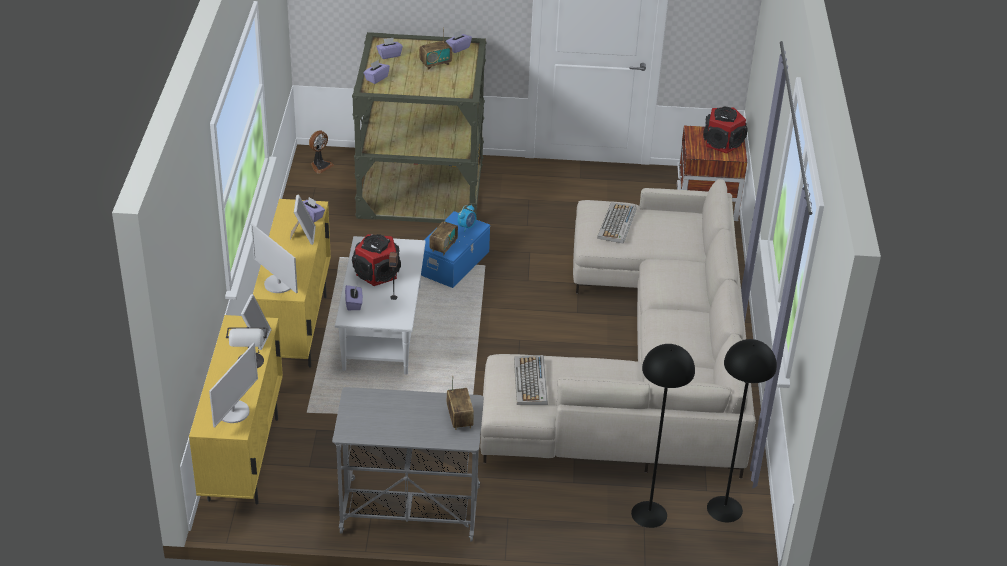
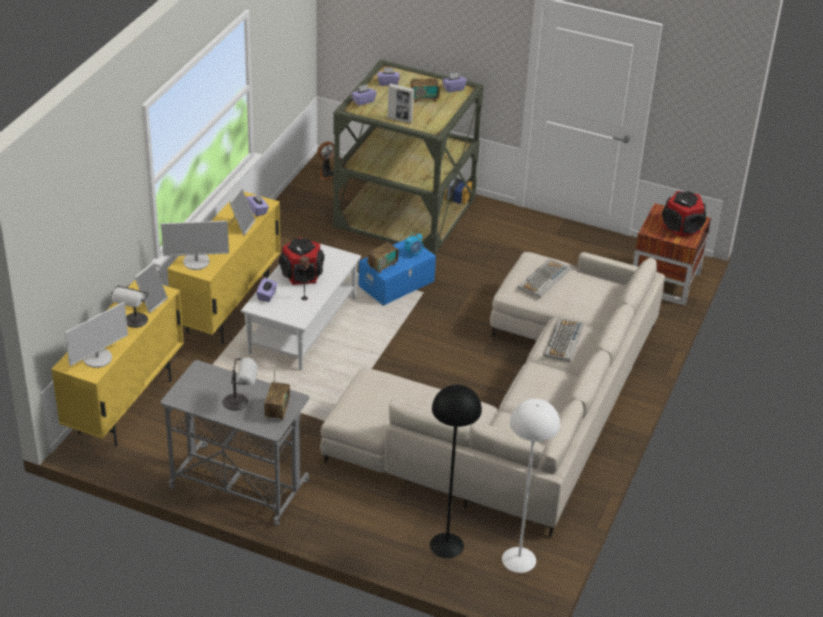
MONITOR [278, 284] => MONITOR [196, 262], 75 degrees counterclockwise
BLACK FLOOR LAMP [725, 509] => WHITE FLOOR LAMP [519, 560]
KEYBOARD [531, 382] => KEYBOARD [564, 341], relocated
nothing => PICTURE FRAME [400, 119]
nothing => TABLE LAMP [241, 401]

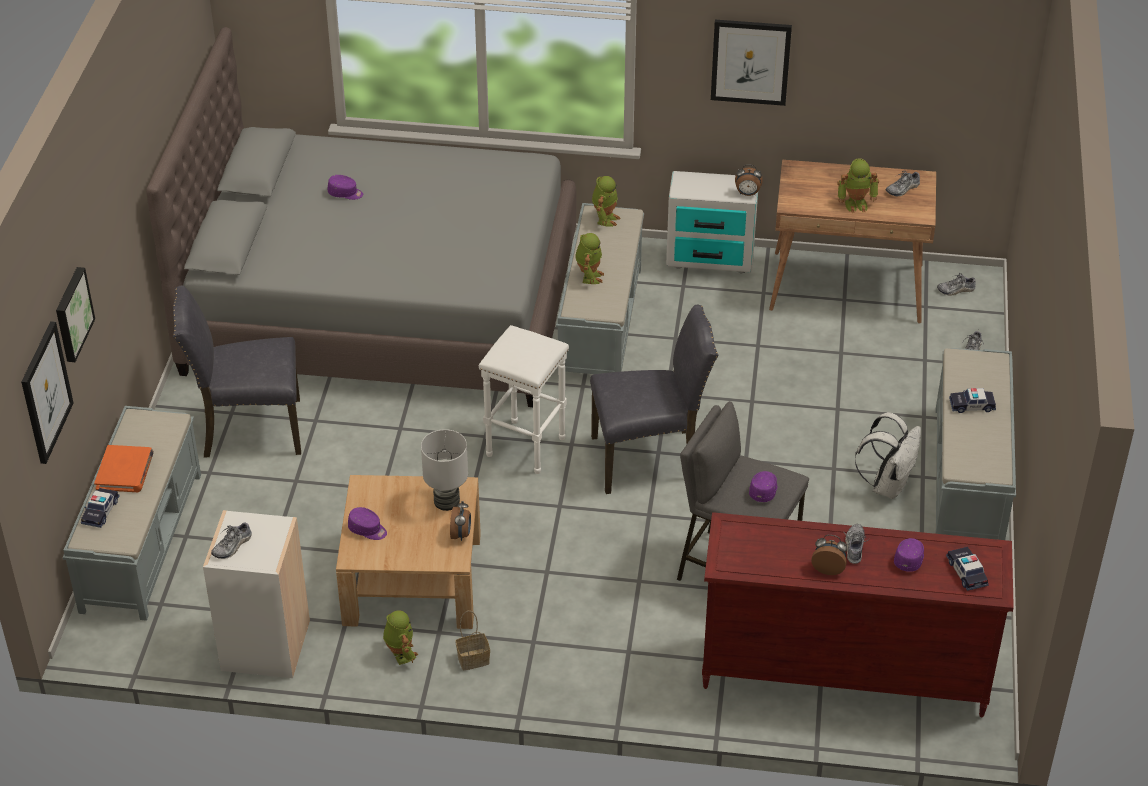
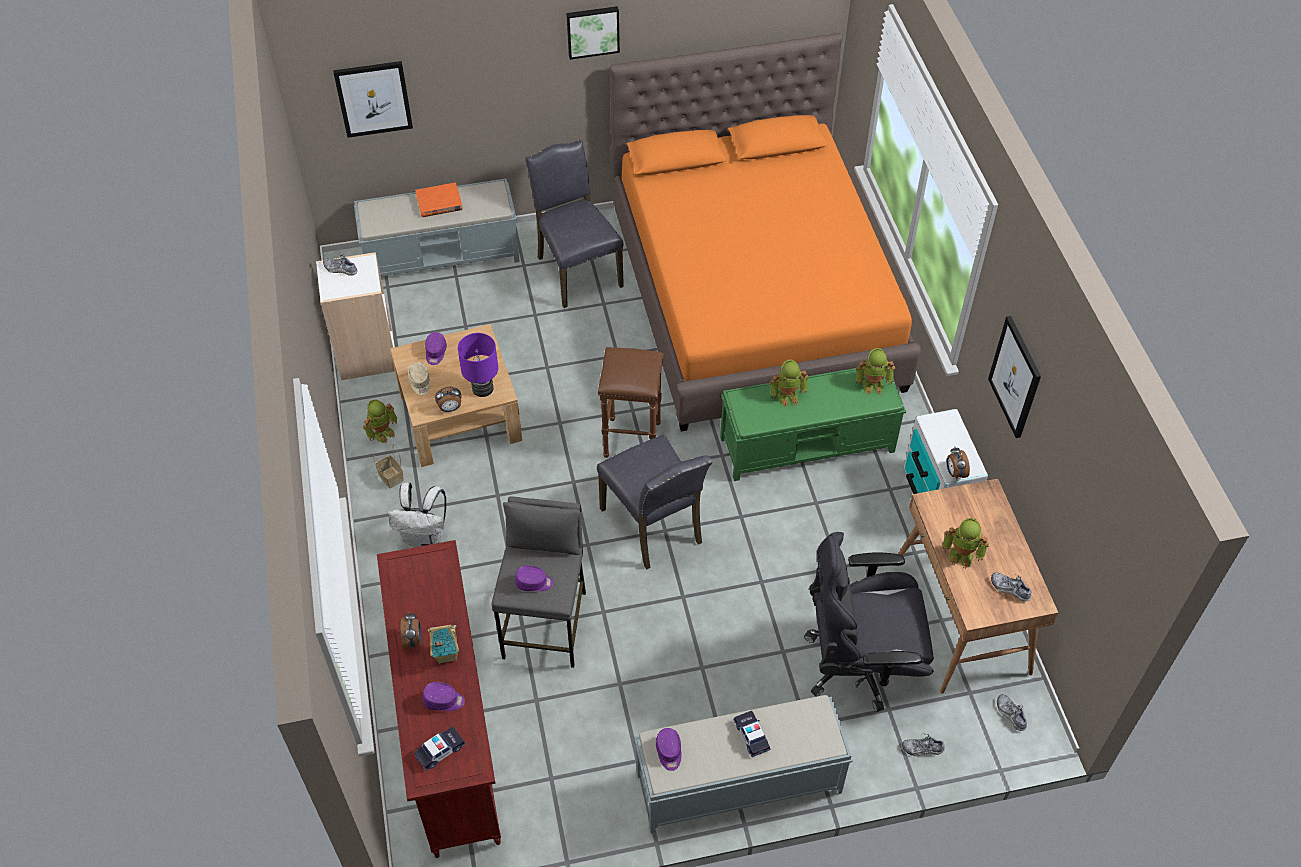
GREY BED [382, 304] => ORANGE BED [755, 297]
TOY ROBOT [856, 204] => TOY ROBOT [962, 555], 45 degrees counterclockwise
PURPLE CAP [345, 193] => PURPLE CAP [669, 752], relocated
GREY BENCH [600, 322] => GREEN BENCH [808, 444]
PICTURE [72, 314] => PICTURE [592, 31], relocated
WHITE STOOL [525, 445] => BROWN STOOL [633, 438]
WHITE BACKPACK [888, 485] => WHITE BACKPACK [425, 537], relocated
GREY TABLE LAMP [447, 501] => PURPLE TABLE LAMP [483, 389]
TOY CAR [100, 511] => nothing
SHOE [854, 547] => TOY HOUSE [445, 654]
nothing => BEIGE CAP [420, 382]
nothing => BLACK OFFICE CHAIR [862, 663]

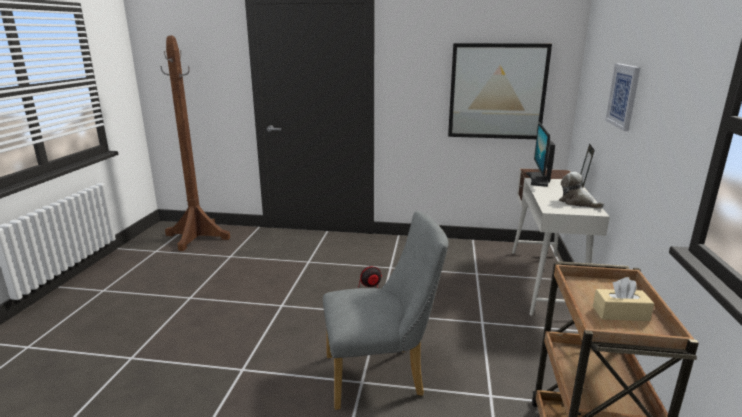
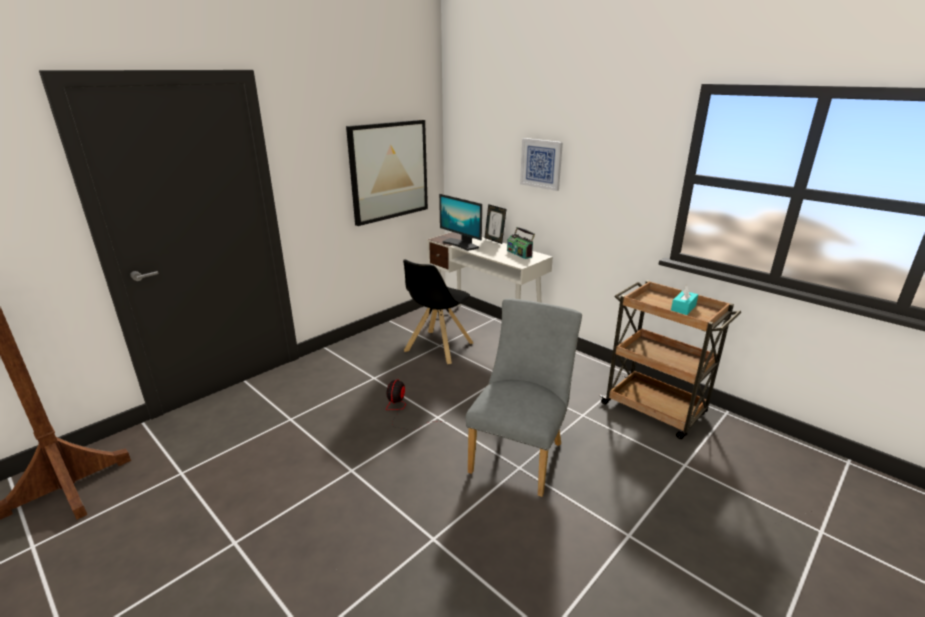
PLUSH TOY [577, 203] => RADIO [520, 253]
BEIGE TISSUE BOX [620, 313] => TURQUOISE TISSUE BOX [683, 308]
nothing => BLACK CHAIR [437, 347]

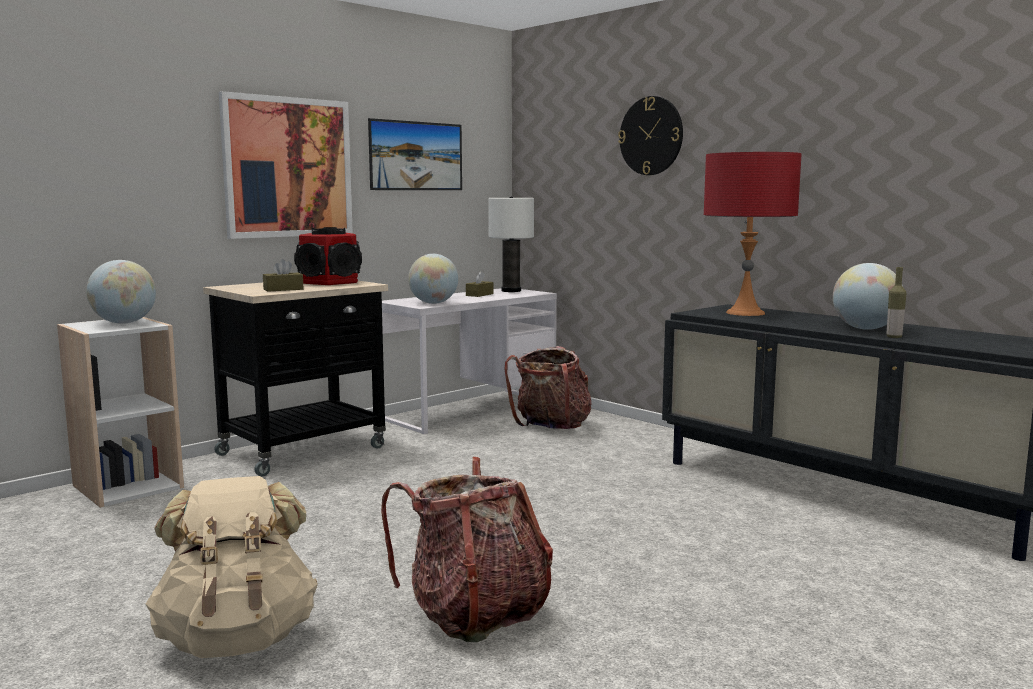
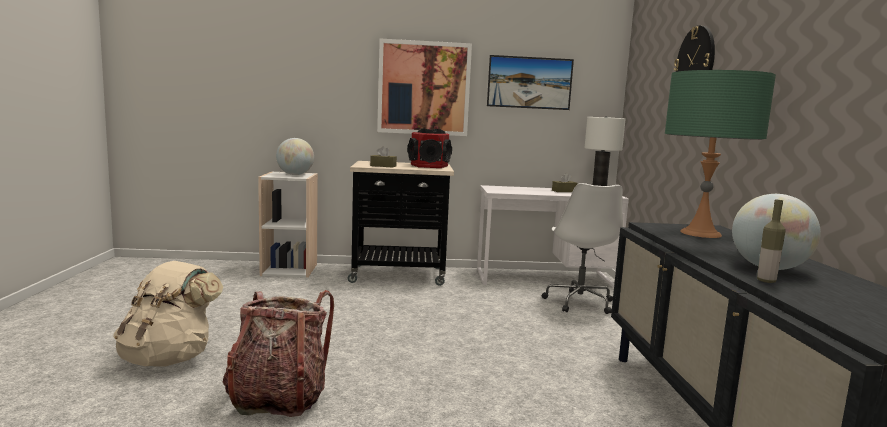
RED TABLE LAMP [745, 313] => GREEN TABLE LAMP [700, 233]
GLOBE [433, 303] => nothing
BACKPACK [551, 426] => WHITE OFFICE CHAIR [580, 303]

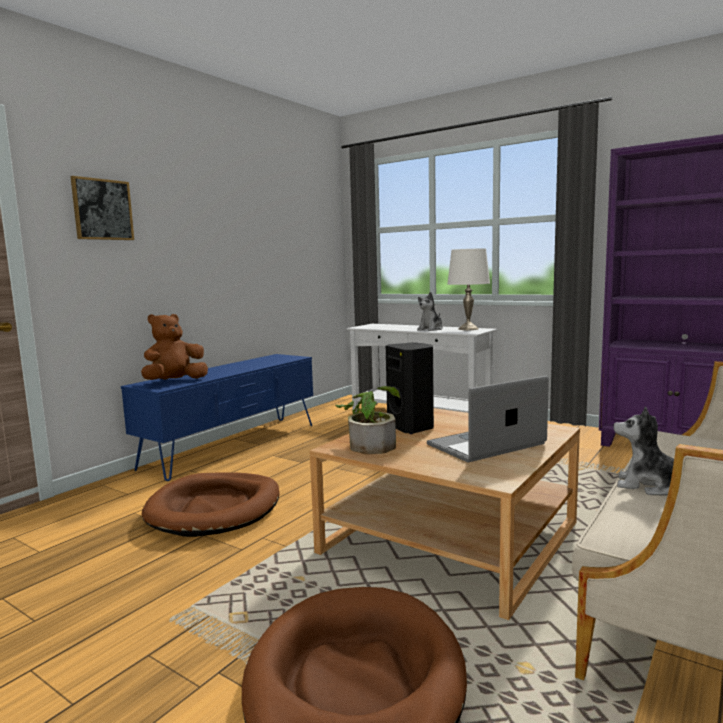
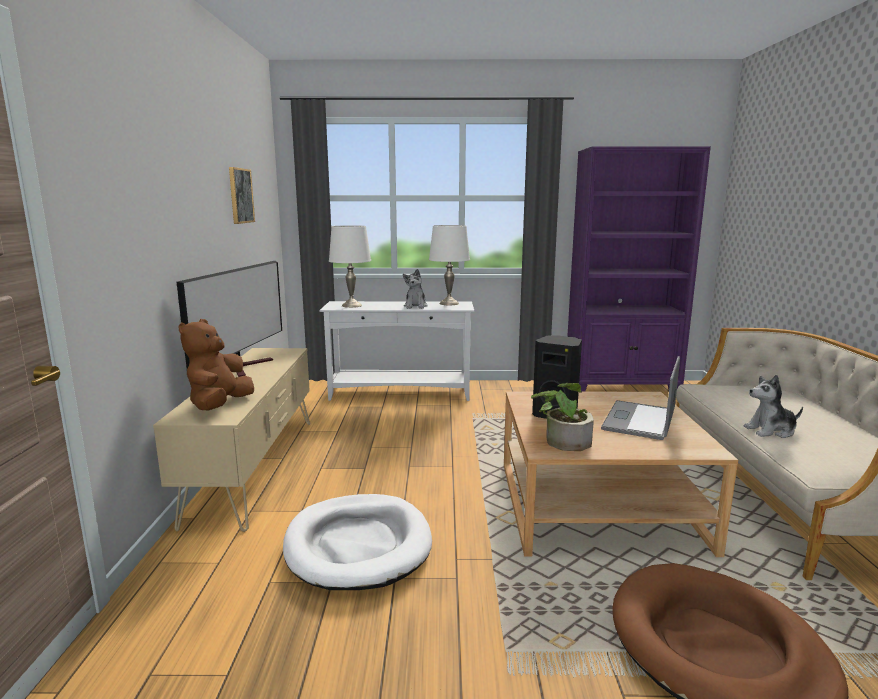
PICTURE [102, 209] => PICTURE [240, 195], relocated
BLUE TV STAND [234, 445] => BEIGE TV STAND [255, 467]
BROWN DOG BED [215, 508] => WHITE DOG BED [358, 545]
nothing => WHITE TABLE LAMP [352, 305]
nothing => TELEVISION [247, 367]

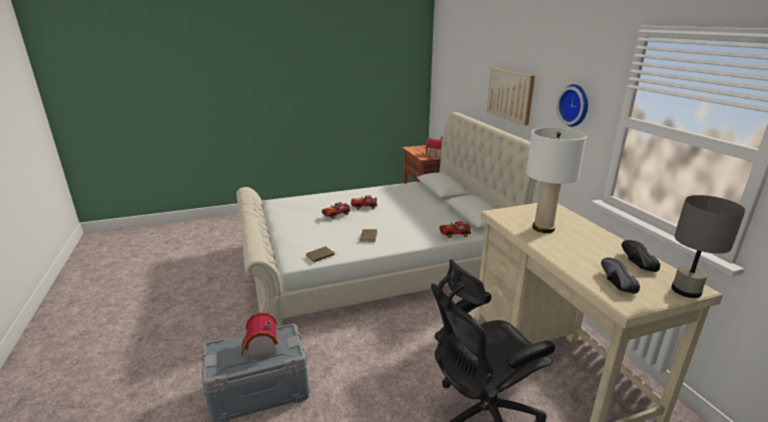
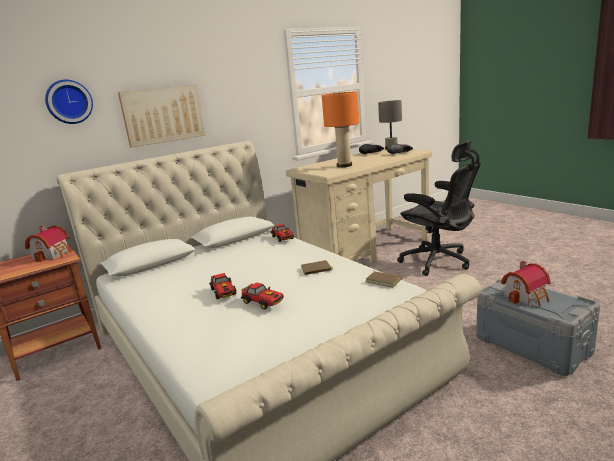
WALL CLOCK [575, 105] => WALL CLOCK [69, 102], relocated
WHITE TABLE LAMP [543, 228] => ORANGE TABLE LAMP [344, 165]

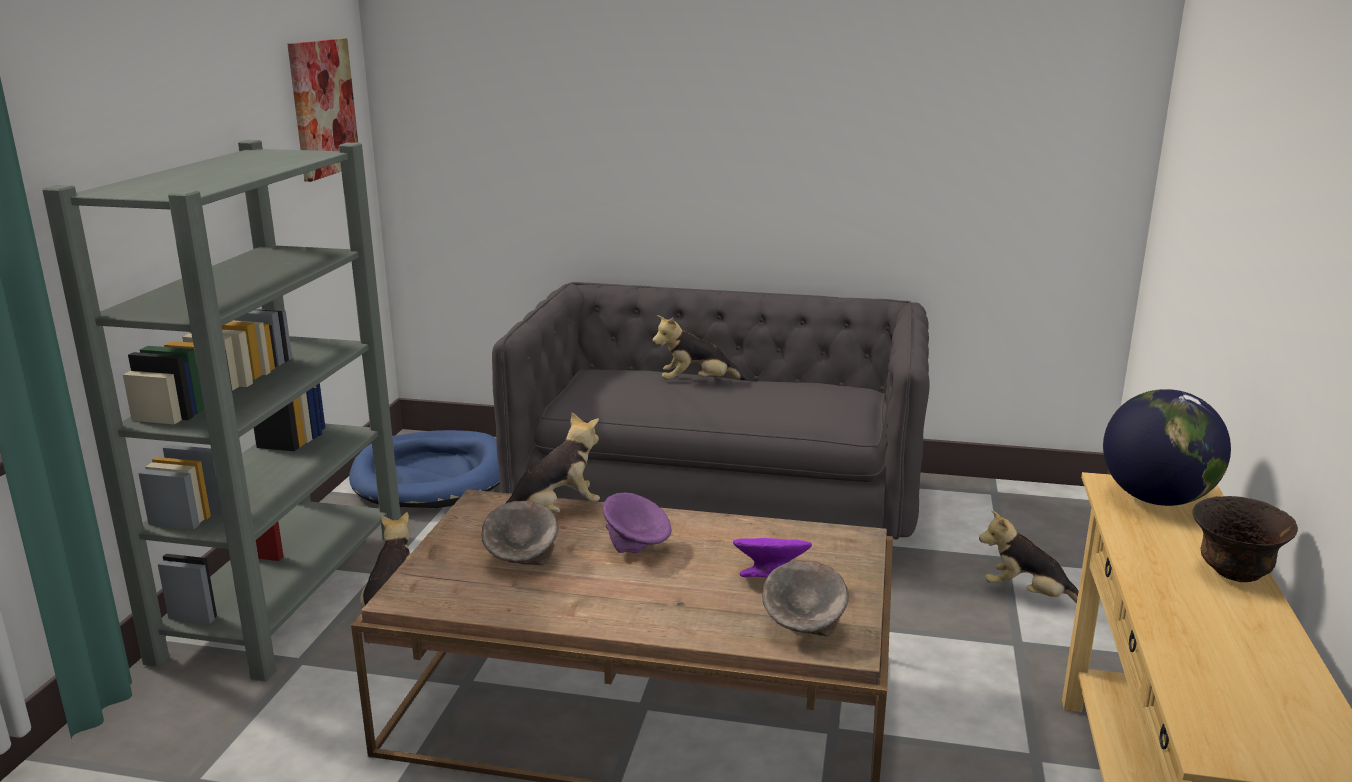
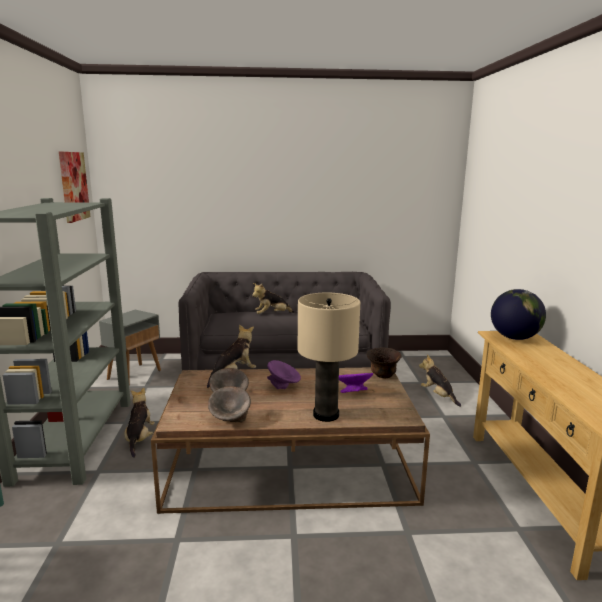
BLUE DOG BED [431, 476] => GREY SIDE TABLE [134, 374]
BROWN BOWL [1234, 574] => BROWN BOWL [383, 376], relocated
PLUSH TOY [1028, 595] => PLUSH TOY [438, 396], 45 degrees clockwise
GREY BOWL [804, 630] => GREY BOWL [230, 420], relocated
nothing => BEIGE TABLE LAMP [326, 414]

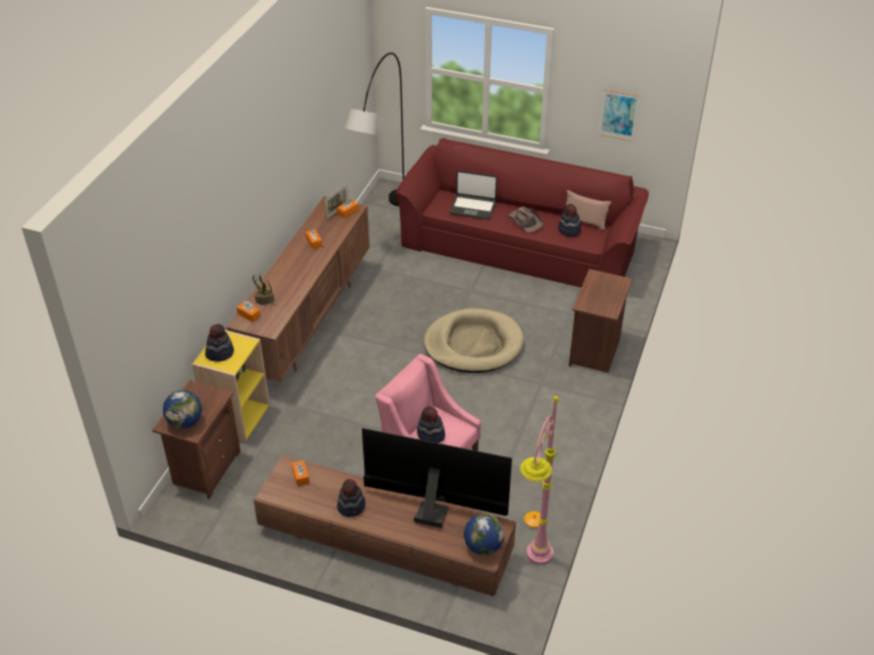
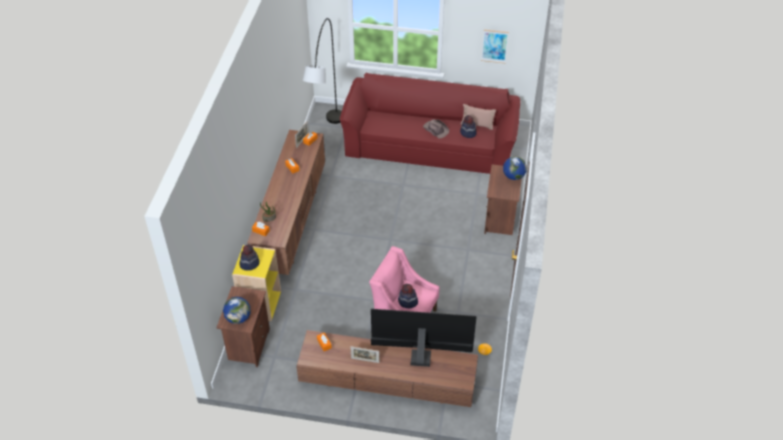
LAPTOP [473, 207] => nothing
BEIGE DOG BED [473, 345] => nothing
PINK FLOOR LAMP [532, 572] => nothing
HAT [351, 506] => PICTURE FRAME [365, 360]
GLOBE [483, 546] => GLOBE [513, 176], relocated

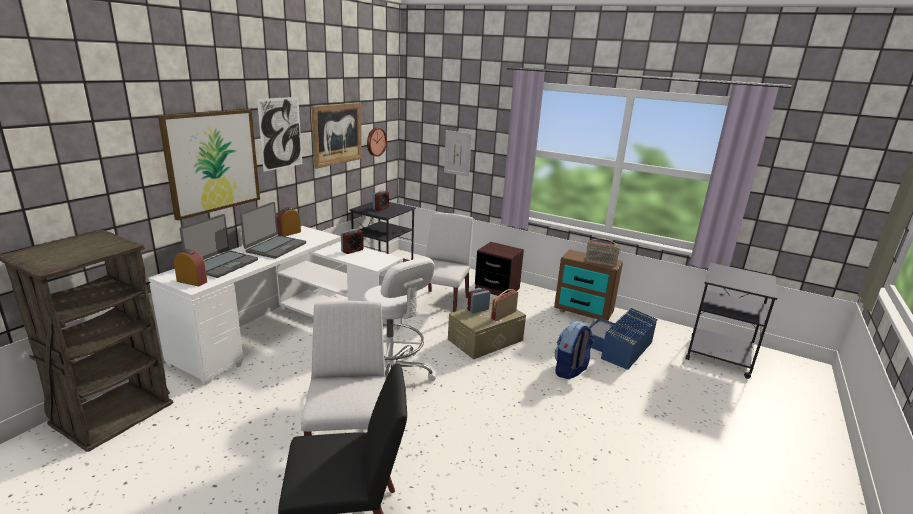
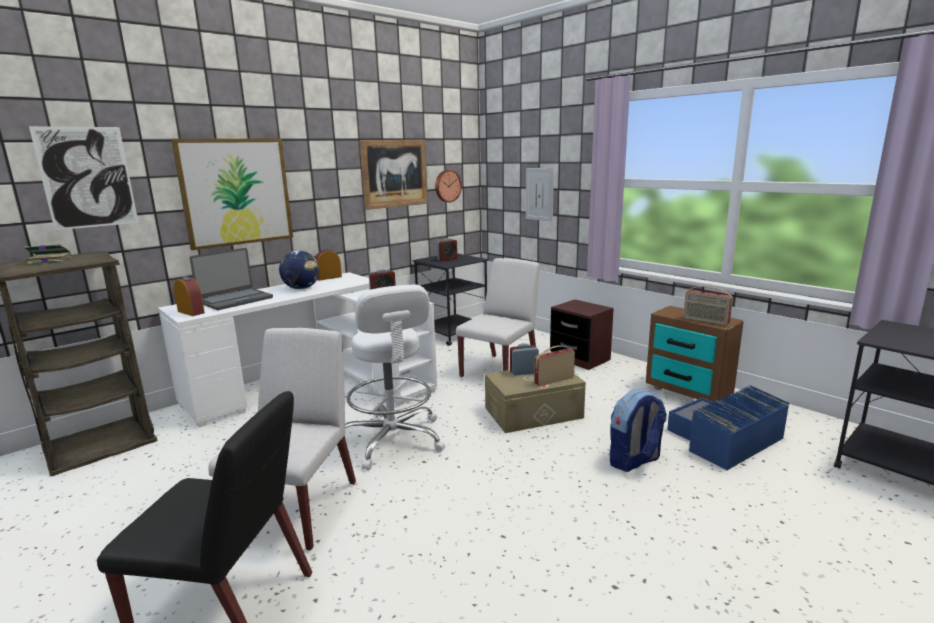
PICTURE [281, 133] => PICTURE [87, 177], relocated
LAPTOP [275, 247] => GLOBE [301, 288]
nothing => BOOK [49, 260]

